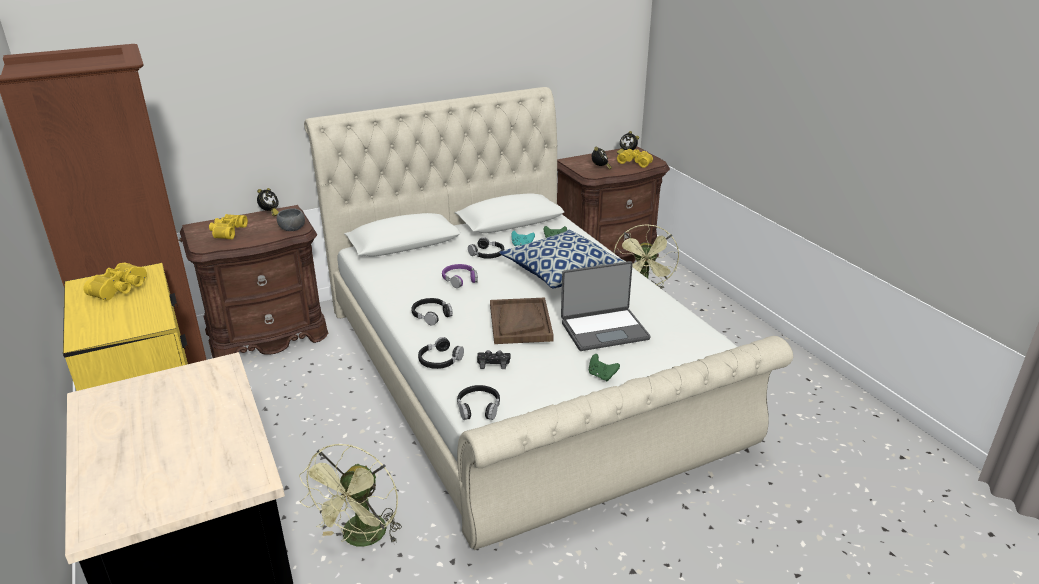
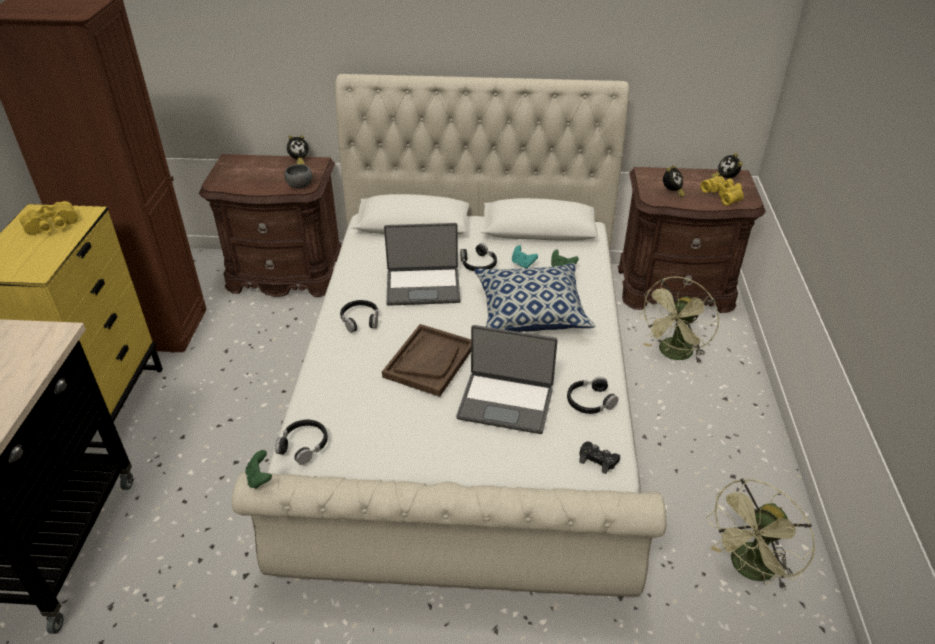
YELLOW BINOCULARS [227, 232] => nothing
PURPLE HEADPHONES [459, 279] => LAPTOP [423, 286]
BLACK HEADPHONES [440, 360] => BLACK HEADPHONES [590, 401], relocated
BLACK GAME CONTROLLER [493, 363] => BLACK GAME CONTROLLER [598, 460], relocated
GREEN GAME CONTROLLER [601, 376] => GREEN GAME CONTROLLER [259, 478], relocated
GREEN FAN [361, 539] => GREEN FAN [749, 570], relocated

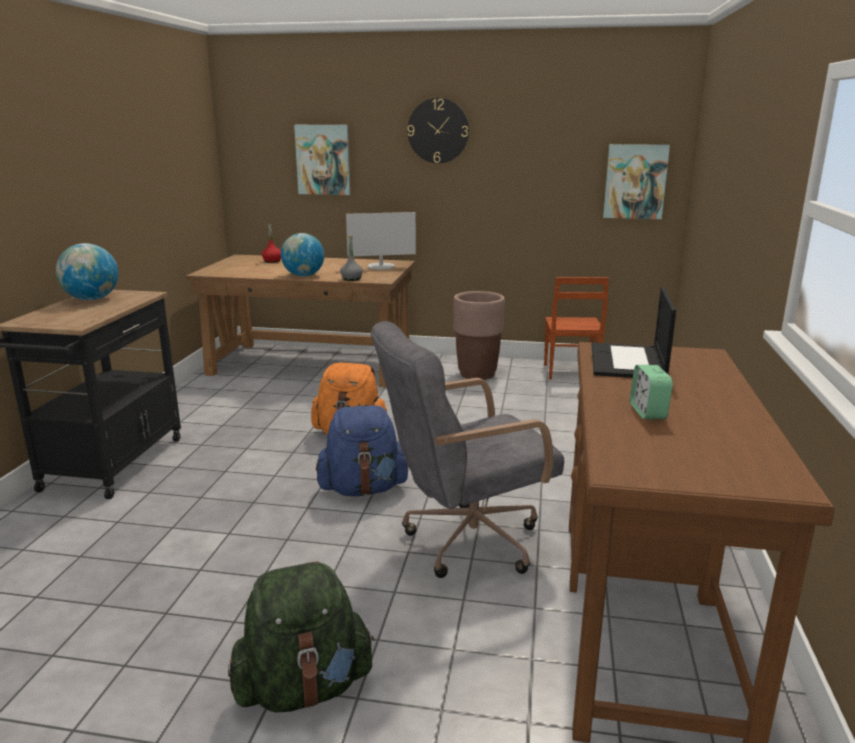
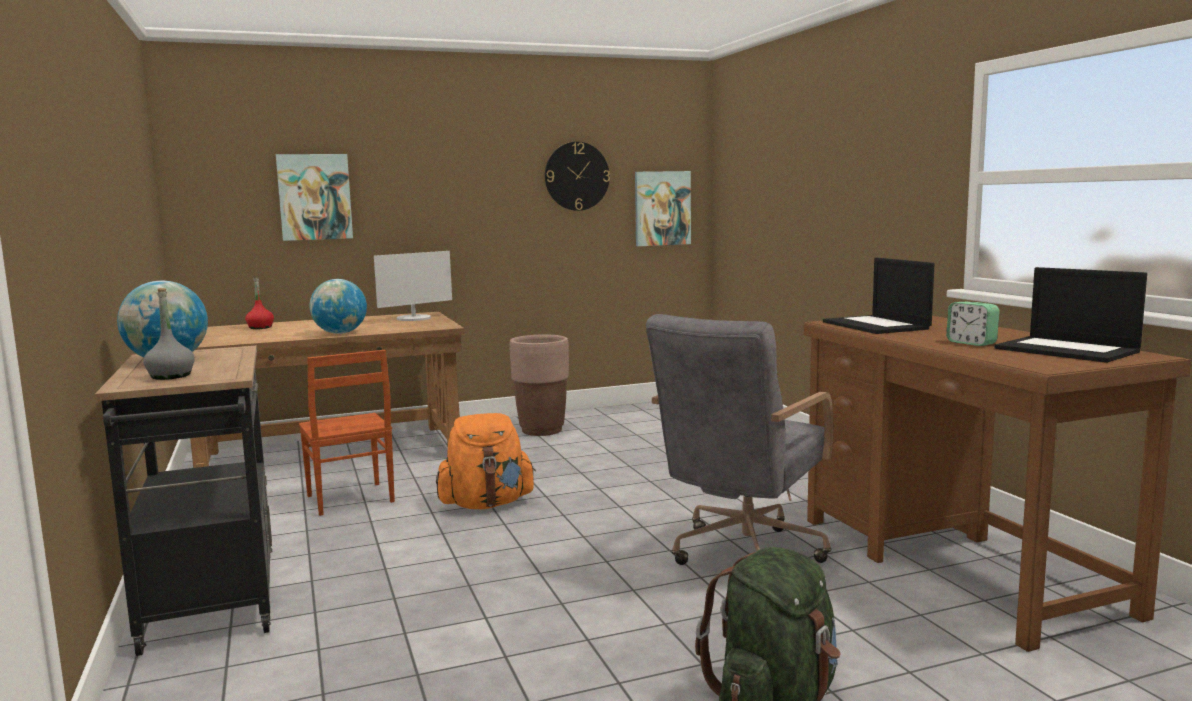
WALL CLOCK [438, 131] => WALL CLOCK [577, 176], relocated
GREY BOTTLE [351, 279] => GREY BOTTLE [171, 376], relocated
BROWN CHAIR [569, 372] => BROWN CHAIR [349, 499], relocated
BLUE BACKPACK [363, 489] => nothing
nothing => LAPTOP [1068, 350]

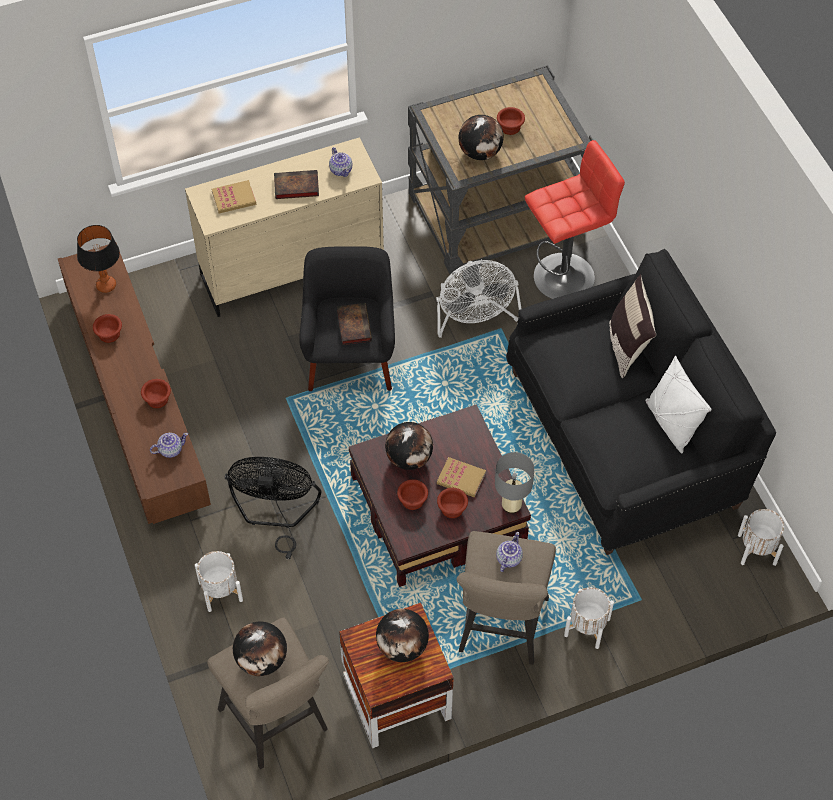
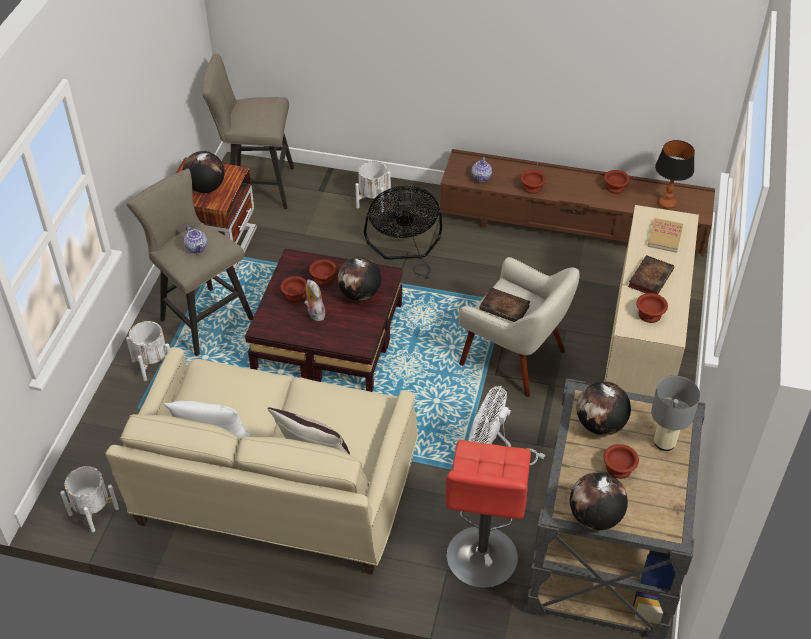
TEAPOT [341, 169] => BROWN BOWL [650, 315]
BLACK ARMCHAIR [350, 356] => BEIGE ARMCHAIR [514, 357]
BLACK SOFA [627, 437] => BEIGE SOFA [275, 492]
GREY TABLE LAMP [511, 506] => GREY TABLE LAMP [664, 442], relocated
BLACK FAN [275, 514] => BLACK FAN [407, 251], 135 degrees counterclockwise
BOOK [461, 478] => PLUSH TOY [314, 313]
GLOBE [262, 660] => GLOBE [594, 517], relocated

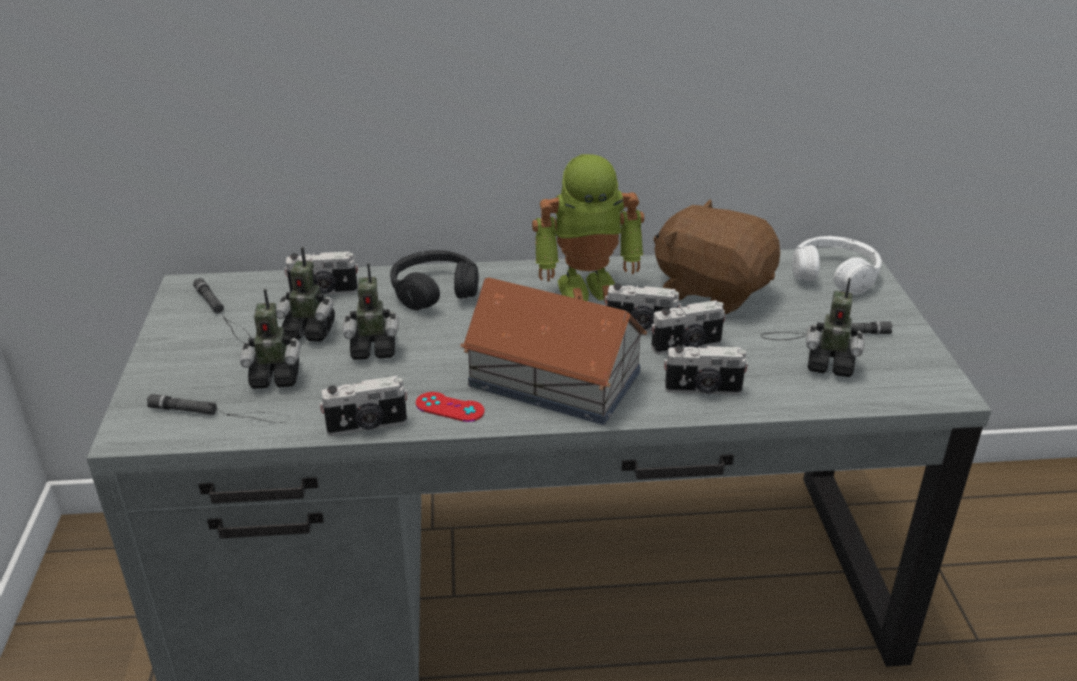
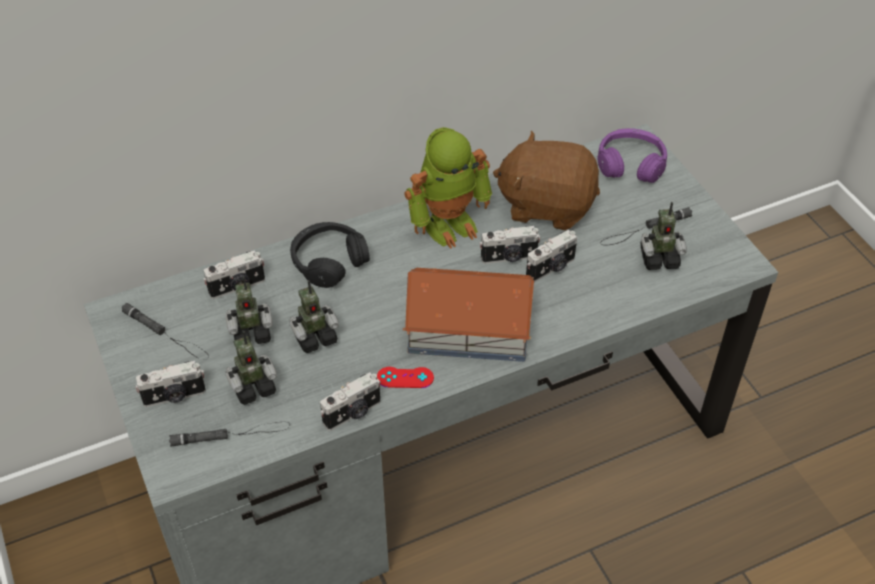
WHITE HEADPHONES [834, 275] => PURPLE HEADPHONES [630, 164]
PHOTO CAMERA [703, 390] => PHOTO CAMERA [174, 396], relocated

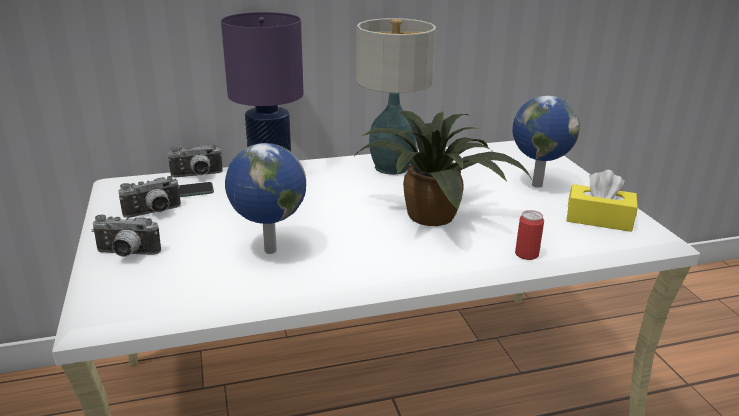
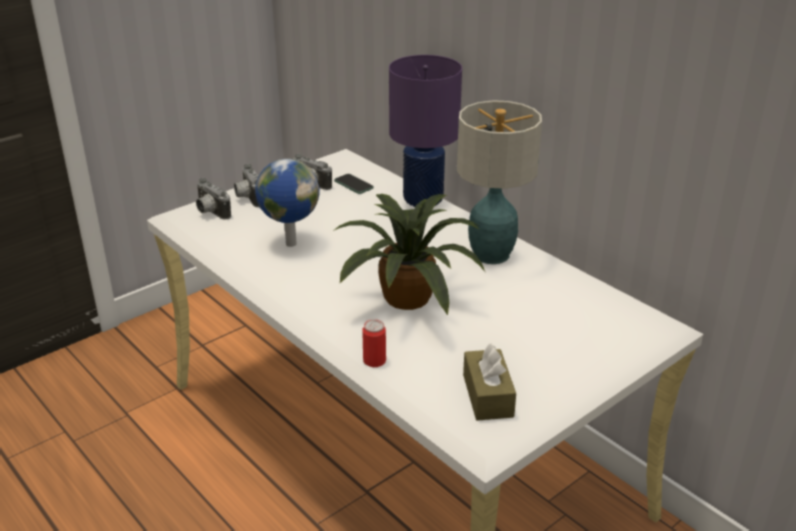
GLOBE [535, 185] => nothing
PHOTO CAMERA [197, 176] => PHOTO CAMERA [210, 212], relocated
YELLOW TISSUE BOX [599, 219] => BROWN TISSUE BOX [487, 396]

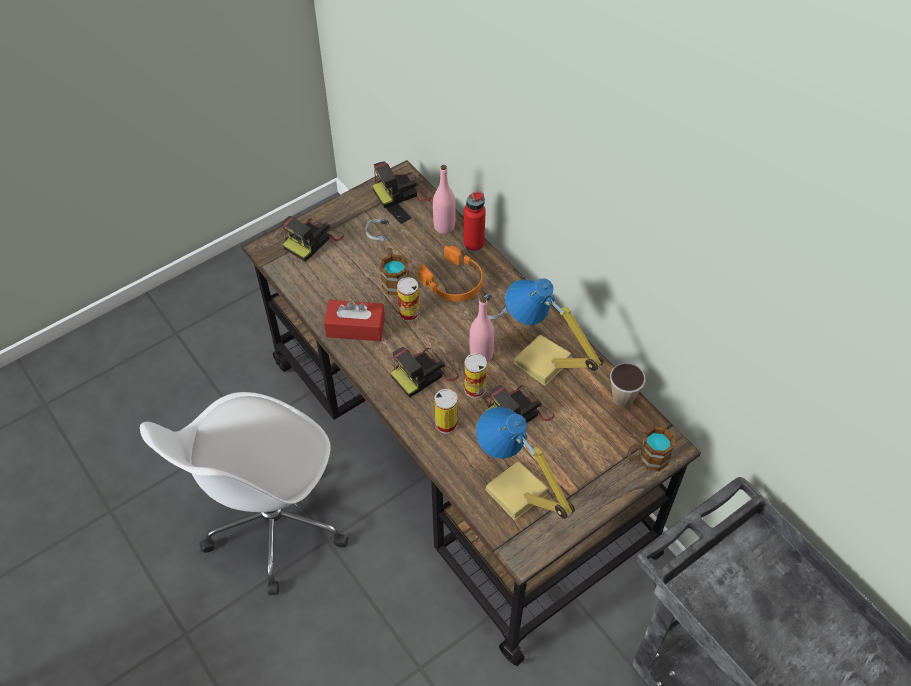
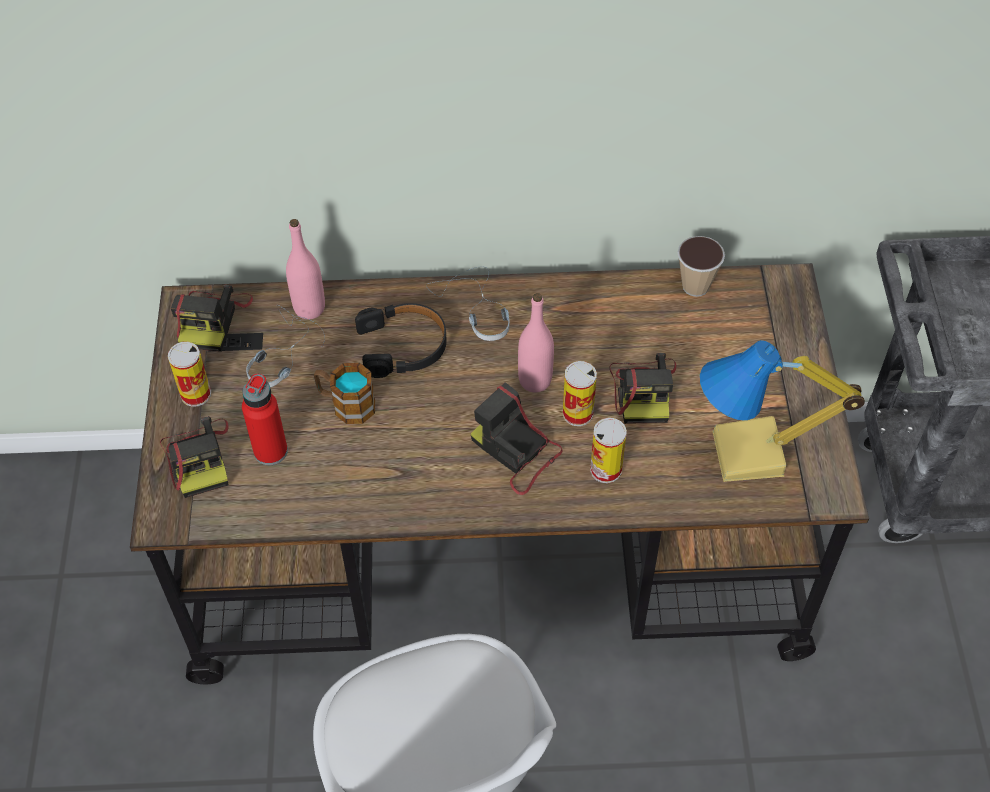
RED BOTTLE [473, 244] => RED BOTTLE [270, 451], relocated
ORANGE HEADPHONES [453, 282] => BLACK HEADPHONES [403, 346]
CAN [409, 313] => CAN [195, 394], relocated
TABLE LAMP [541, 363] => nothing
RED TISSUE BOX [355, 327] => nothing
PHOTO CAMERA [424, 374] => PHOTO CAMERA [516, 452], 135 degrees clockwise
MUG [646, 458] => nothing

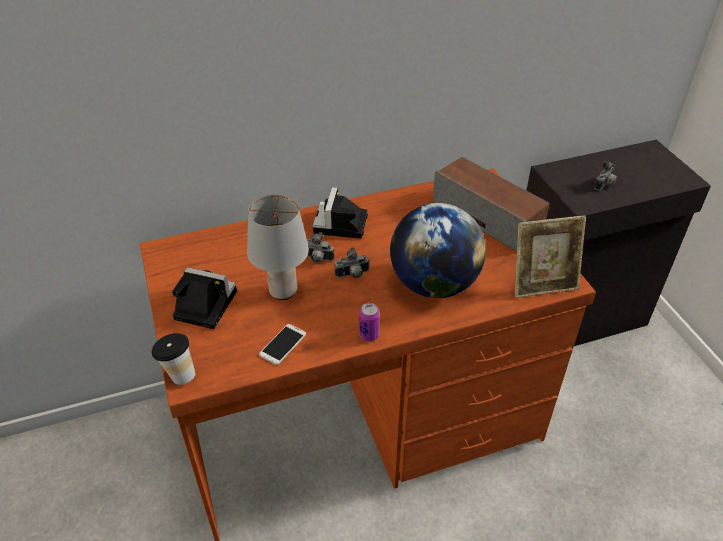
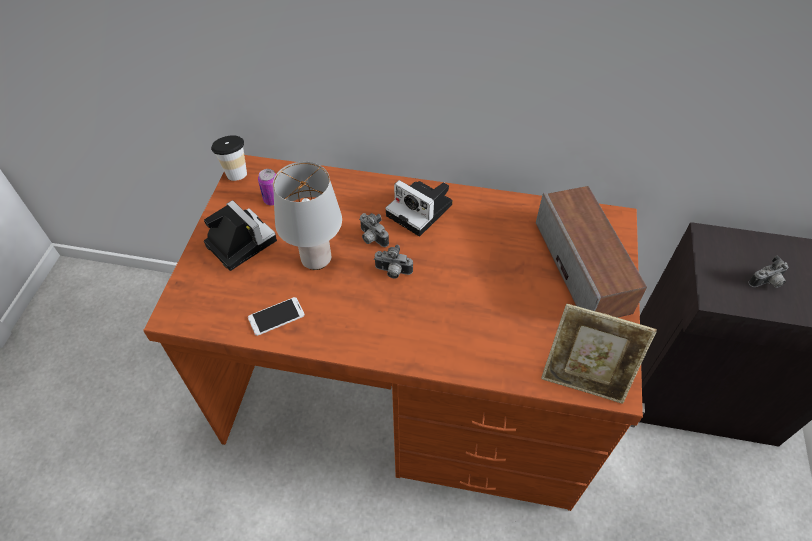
PHOTO CAMERA [341, 225] => PHOTO CAMERA [421, 211], 90 degrees counterclockwise
GLOBE [433, 284] => nothing
CAN [369, 335] => CAN [273, 200], relocated
CUP [178, 374] => CUP [235, 172], relocated

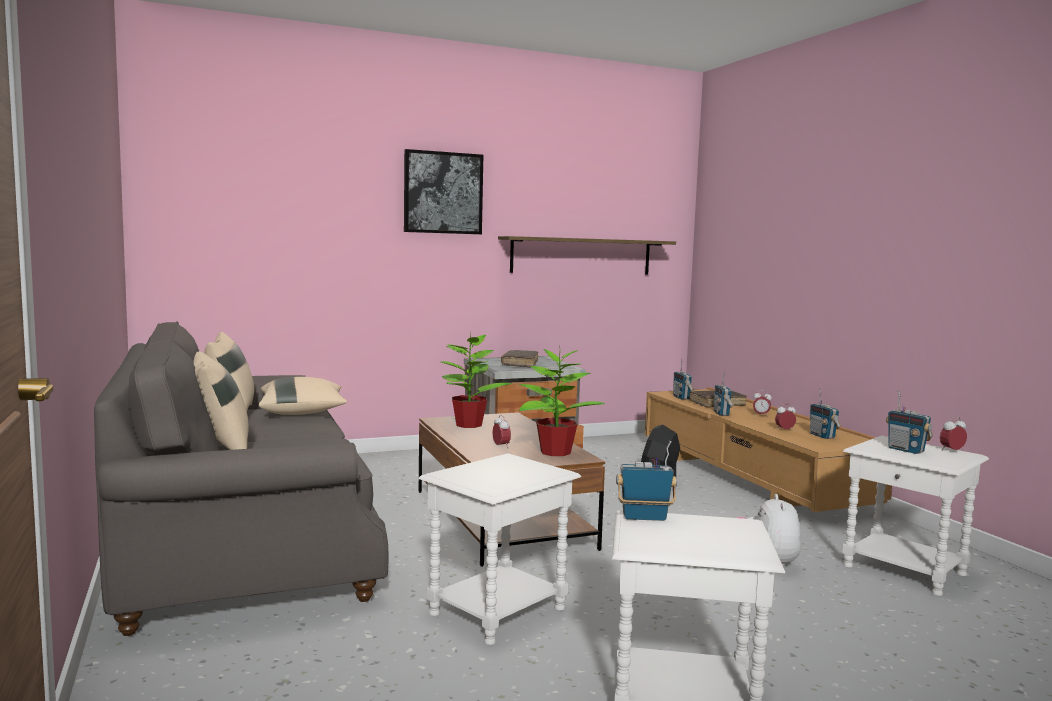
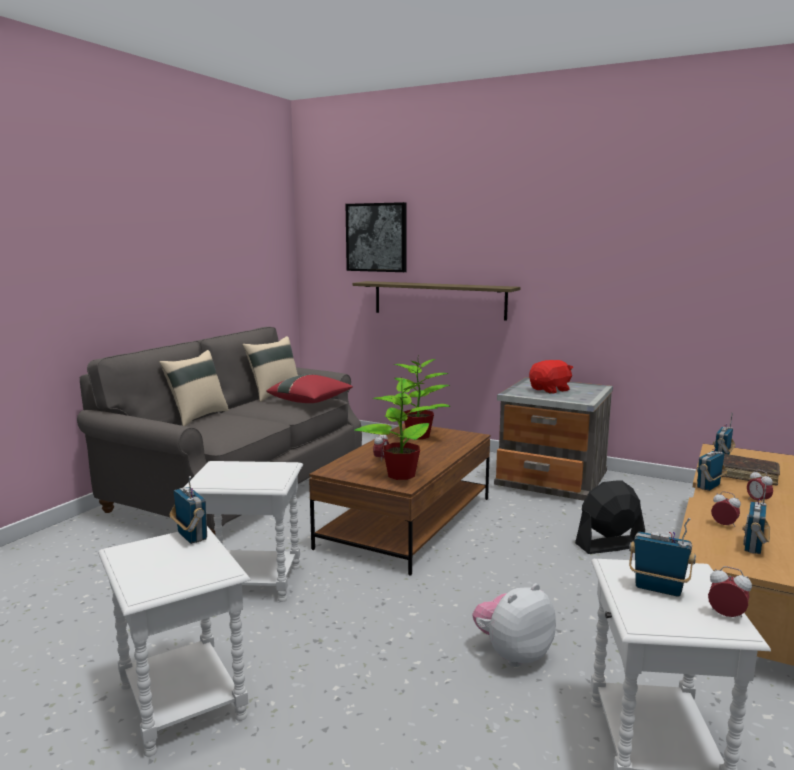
PICTURE [443, 193] => PICTURE [376, 237], relocated
SHELF [581, 256] => SHELF [438, 300], relocated
BROWN BOOK [520, 364] => RED PLUSH TOY [550, 390]
BEIGE PILLOW [302, 412] => RED PILLOW [310, 401]
RADIO [906, 450] => RADIO [658, 589], 105 degrees clockwise

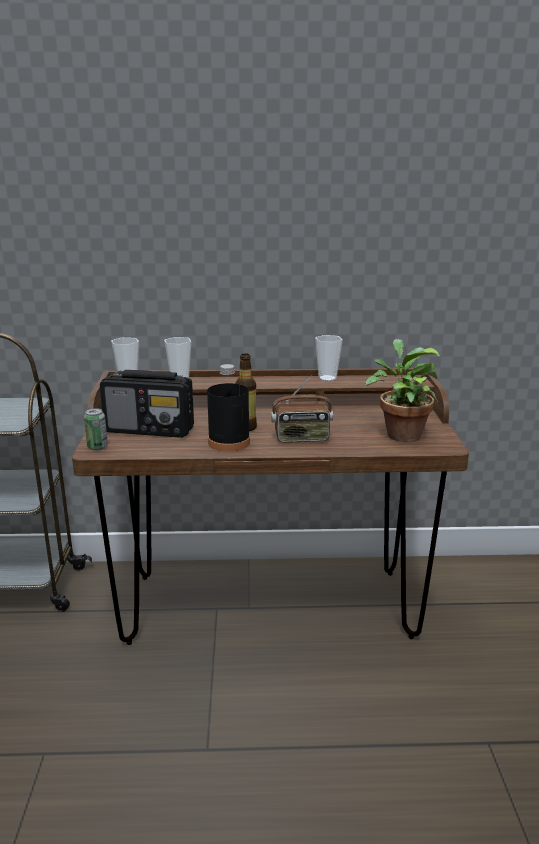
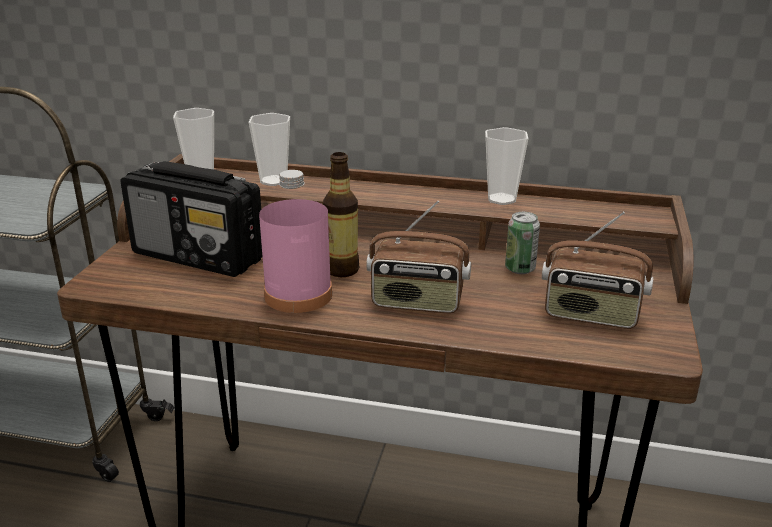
POTTED PLANT [400, 434] => RADIO [591, 315]
BLACK BOTTLE [229, 442] => PINK BOTTLE [298, 295]
CAN [97, 447] => CAN [520, 269], relocated

